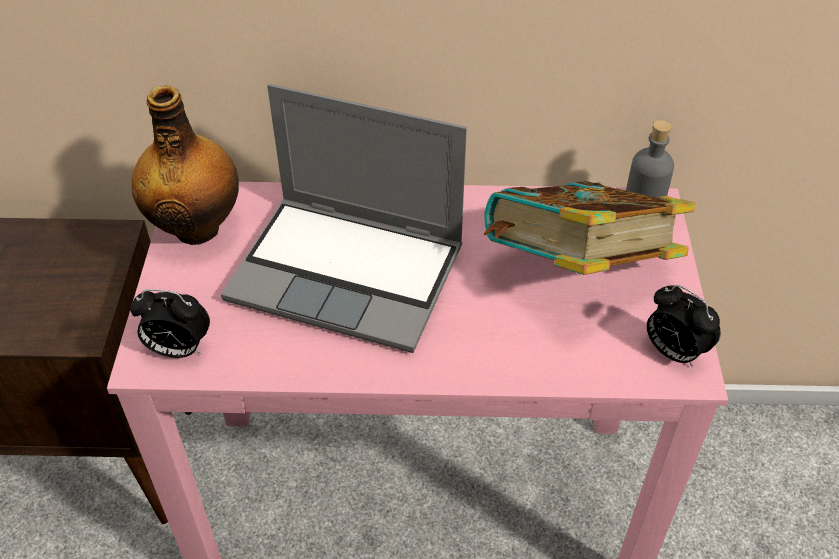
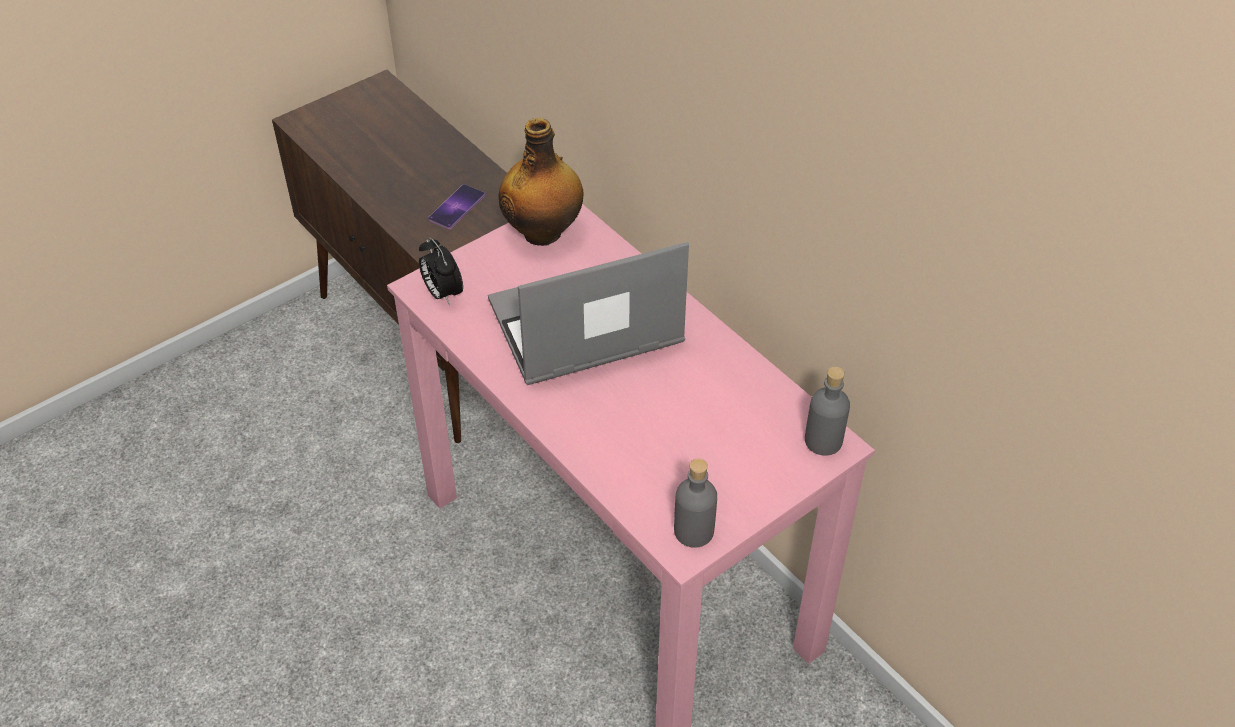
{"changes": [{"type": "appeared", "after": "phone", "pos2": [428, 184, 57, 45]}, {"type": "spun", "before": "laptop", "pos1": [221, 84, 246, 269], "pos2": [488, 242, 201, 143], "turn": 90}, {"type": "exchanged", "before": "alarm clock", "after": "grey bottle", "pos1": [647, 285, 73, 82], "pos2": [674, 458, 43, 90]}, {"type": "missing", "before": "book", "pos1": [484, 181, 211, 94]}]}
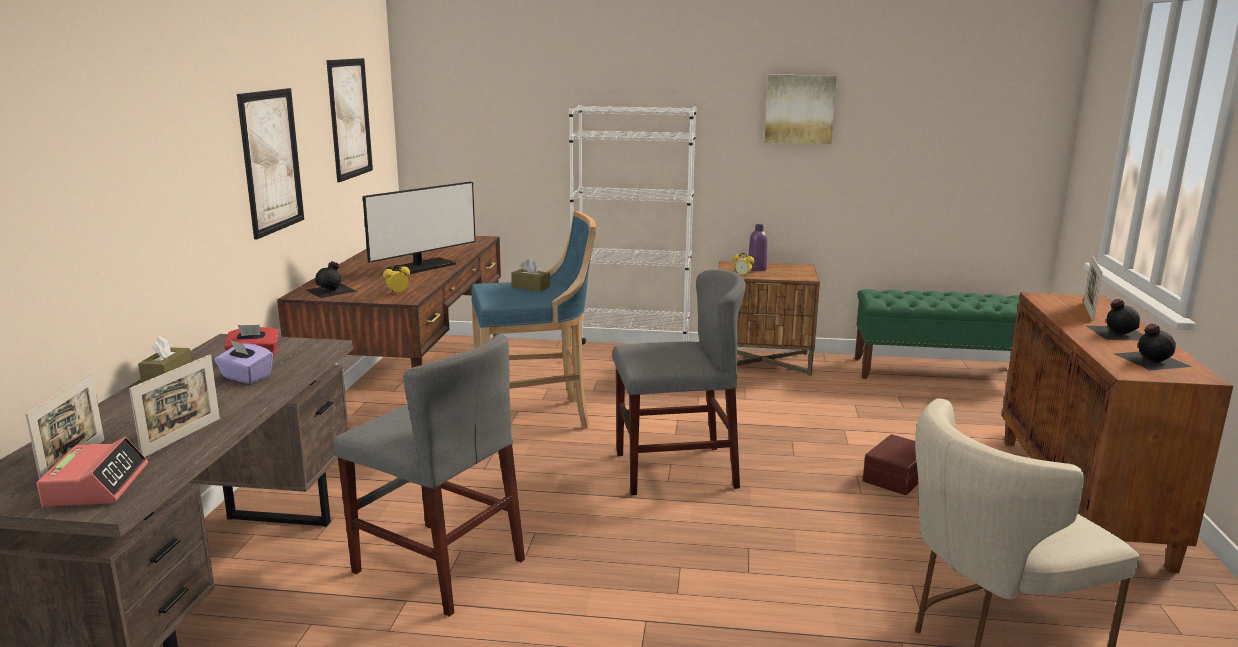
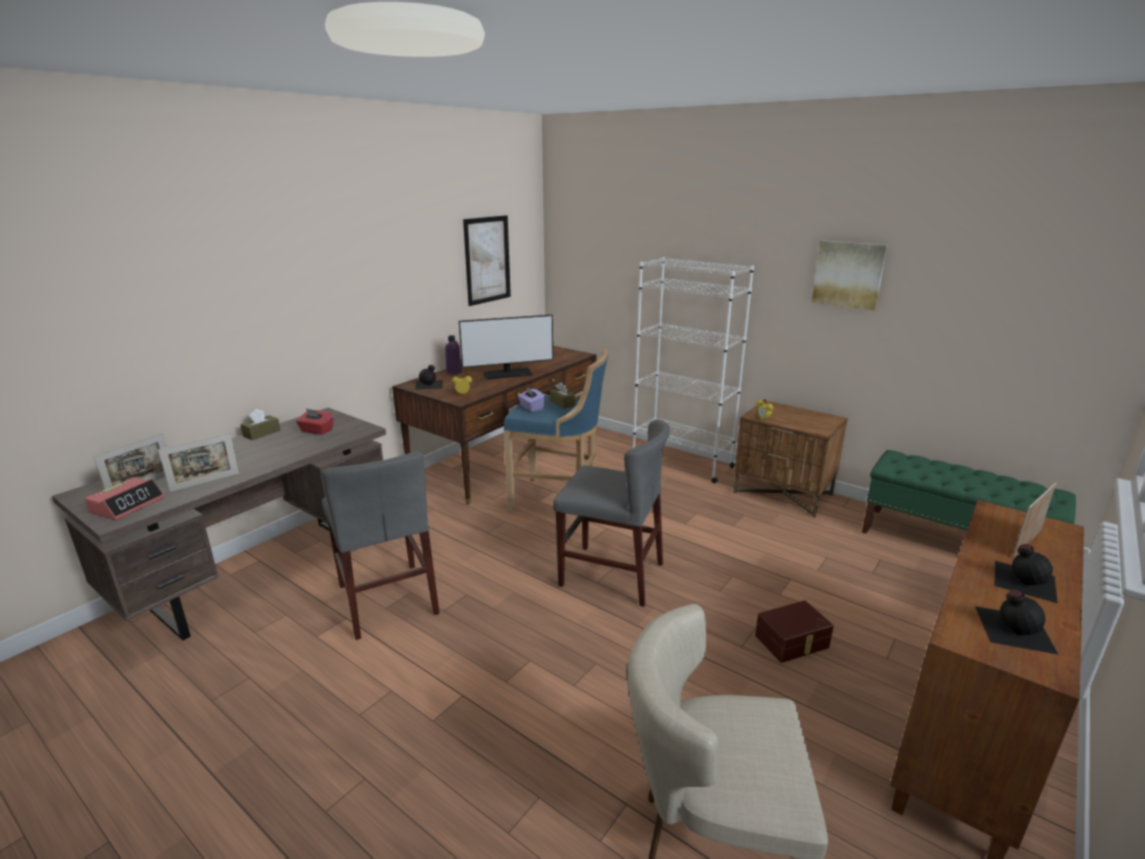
{"changes": [{"type": "relocated", "before": "purple bottle", "pos1": [748, 224, 20, 47], "pos2": [445, 335, 17, 39]}, {"type": "relocated", "before": "purple tissue box", "pos1": [214, 340, 59, 44], "pos2": [518, 386, 27, 26]}, {"type": "missing", "before": "picture", "pos1": [237, 88, 67, 151]}]}
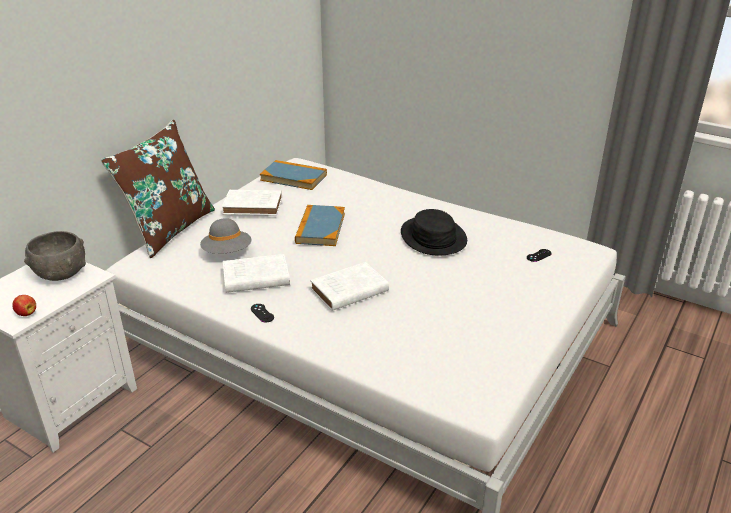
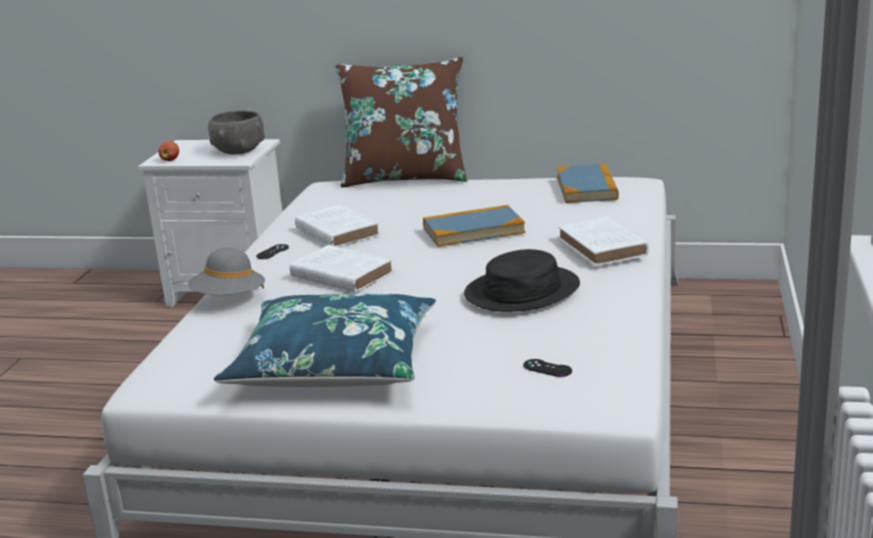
{"changes": [{"type": "relocated", "before": "grey hat", "pos1": [200, 218, 52, 36], "pos2": [188, 248, 77, 47]}, {"type": "appeared", "after": "blue pillow", "pos2": [214, 294, 222, 93]}, {"type": "relocated", "before": "white book", "pos1": [222, 190, 60, 26], "pos2": [558, 217, 91, 49]}]}
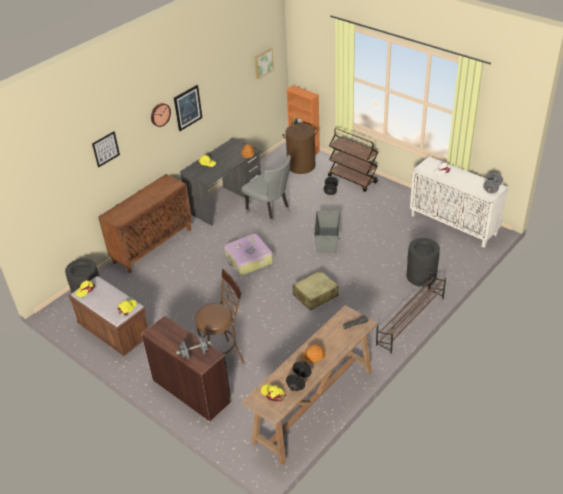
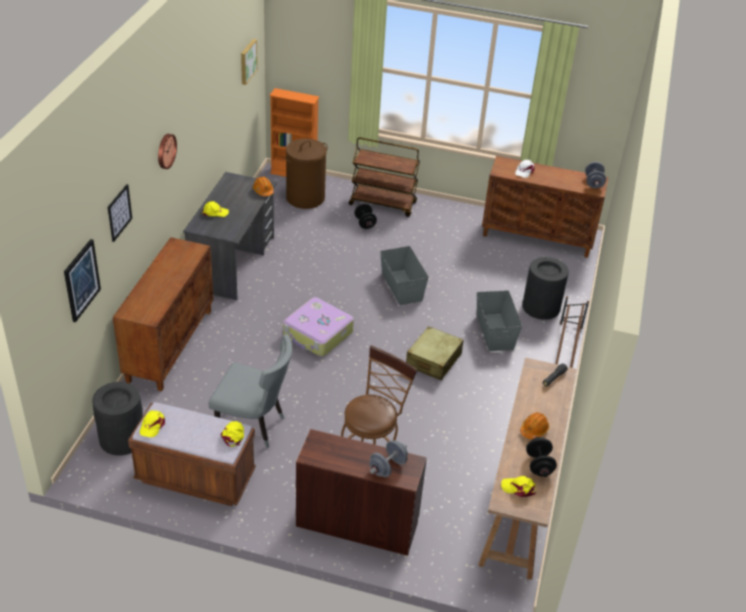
{"changes": [{"type": "relocated", "before": "picture", "pos1": [174, 85, 28, 46], "pos2": [64, 239, 37, 83]}, {"type": "relocated", "before": "grey chair", "pos1": [241, 155, 50, 69], "pos2": [208, 334, 84, 114]}, {"type": "appeared", "after": "grey storage box", "pos2": [476, 290, 46, 61]}, {"type": "colour", "before": "white cabinet", "after": "brown cabinet", "pos1": [410, 157, 98, 91], "pos2": [482, 156, 127, 102]}]}
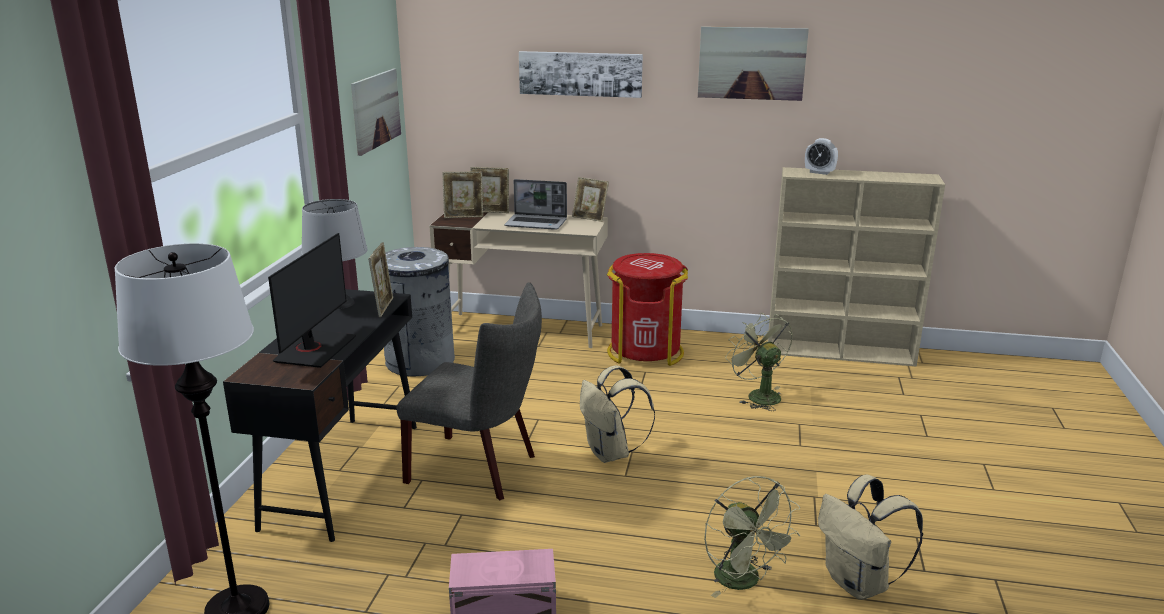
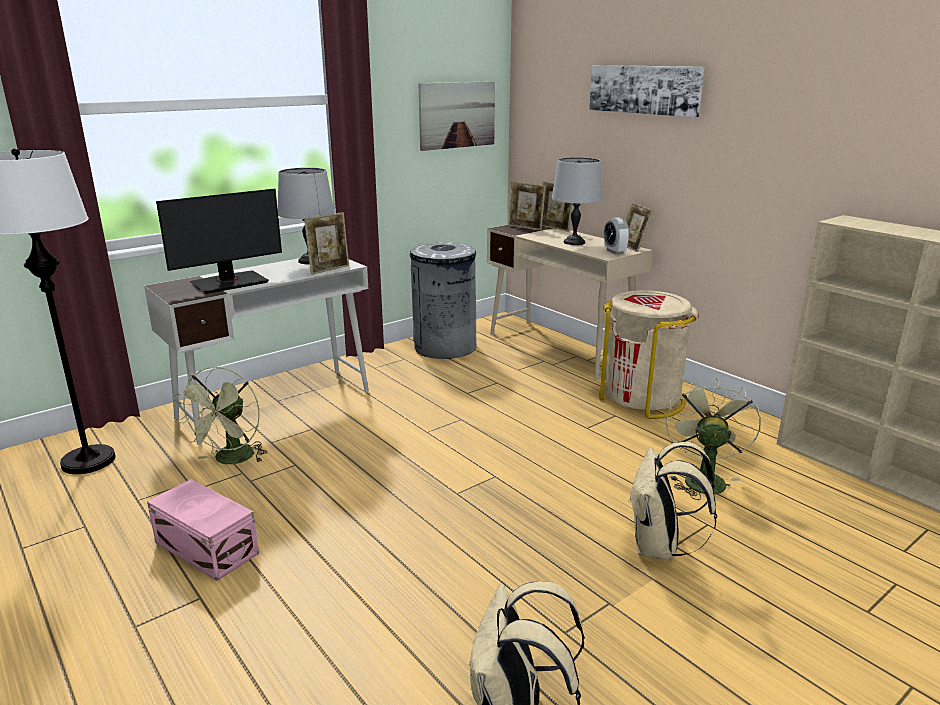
{"changes": [{"type": "colour", "before": "black desk", "after": "white desk", "pos1": [223, 289, 194, 253], "pos2": [144, 258, 225, 187]}, {"type": "relocated", "before": "green fan", "pos1": [704, 476, 96, 122], "pos2": [175, 366, 92, 98]}, {"type": "exchanged", "before": "laptop", "after": "grey table lamp", "pos1": [504, 179, 63, 51], "pos2": [551, 157, 52, 88]}, {"type": "colour", "before": "red trash can", "after": "beige trash can", "pos1": [607, 253, 81, 113], "pos2": [599, 290, 100, 129]}, {"type": "relocated", "before": "alarm clock", "pos1": [805, 138, 33, 37], "pos2": [604, 217, 25, 38]}, {"type": "relocated", "before": "beige backpack", "pos1": [580, 365, 75, 98], "pos2": [628, 442, 89, 119]}, {"type": "missing", "before": "grey chair", "pos1": [396, 282, 146, 218]}, {"type": "missing", "before": "picture", "pos1": [698, 26, 111, 75]}]}
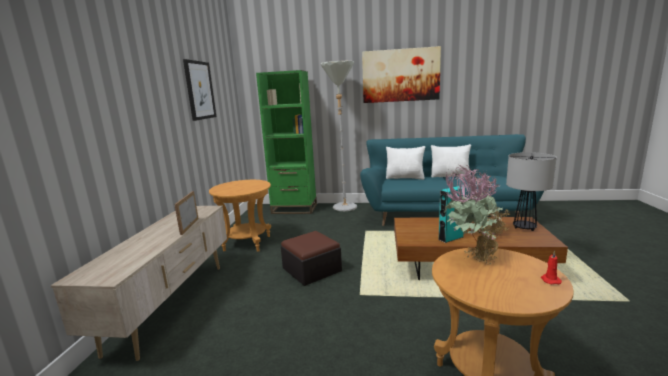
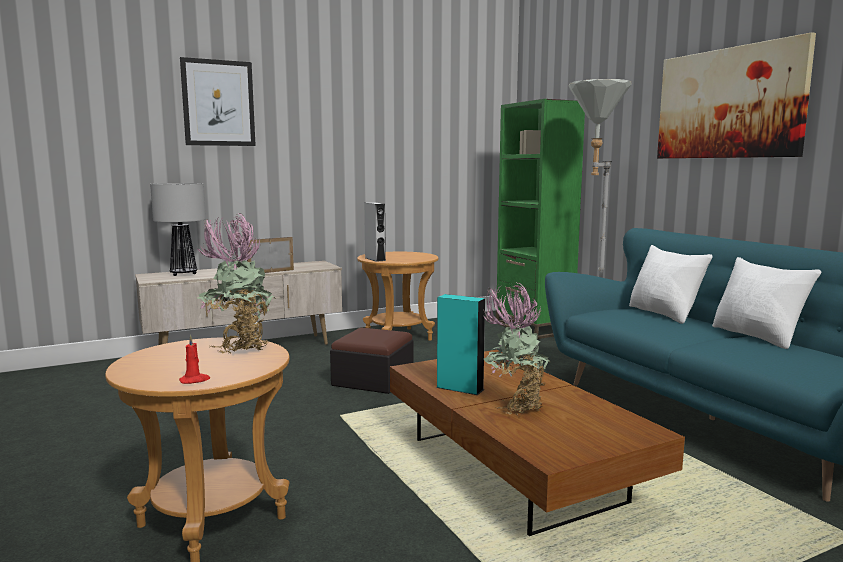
{"changes": [{"type": "relocated", "before": "table lamp", "pos1": [506, 152, 51, 79], "pos2": [150, 183, 56, 93]}, {"type": "relocated", "before": "picture", "pos1": [183, 59, 33, 62], "pos2": [180, 57, 76, 89]}, {"type": "appeared", "after": "grey speaker", "pos2": [364, 202, 22, 60]}]}
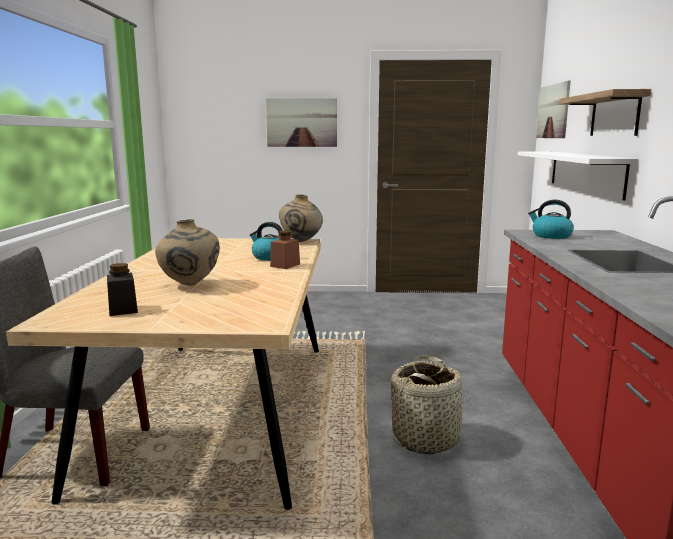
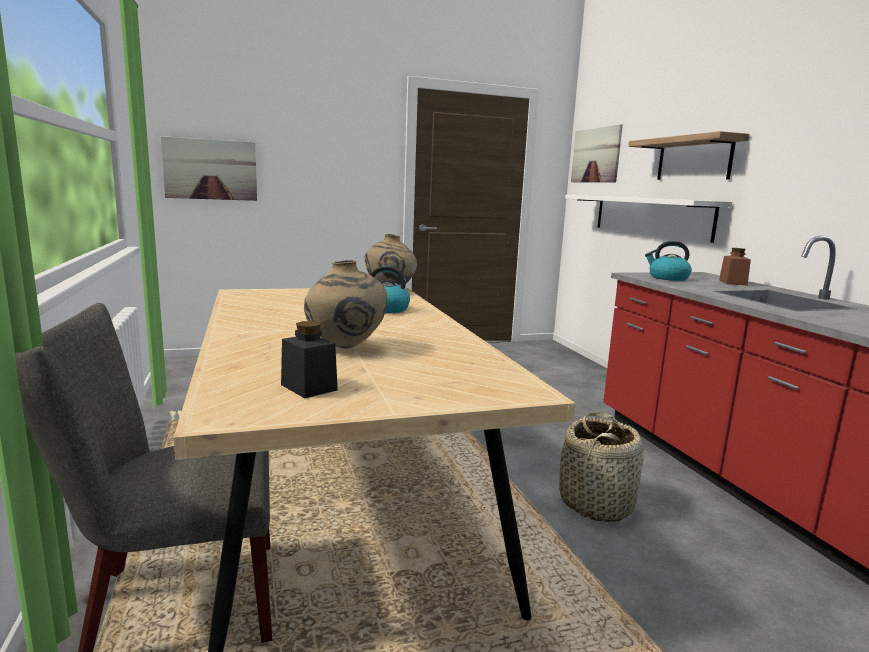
{"changes": [{"type": "relocated", "before": "picture", "pos1": [266, 98, 71, 49], "pos2": [161, 136, 96, 65]}, {"type": "relocated", "before": "brown jar", "pos1": [270, 231, 30, 38], "pos2": [719, 248, 32, 38]}]}
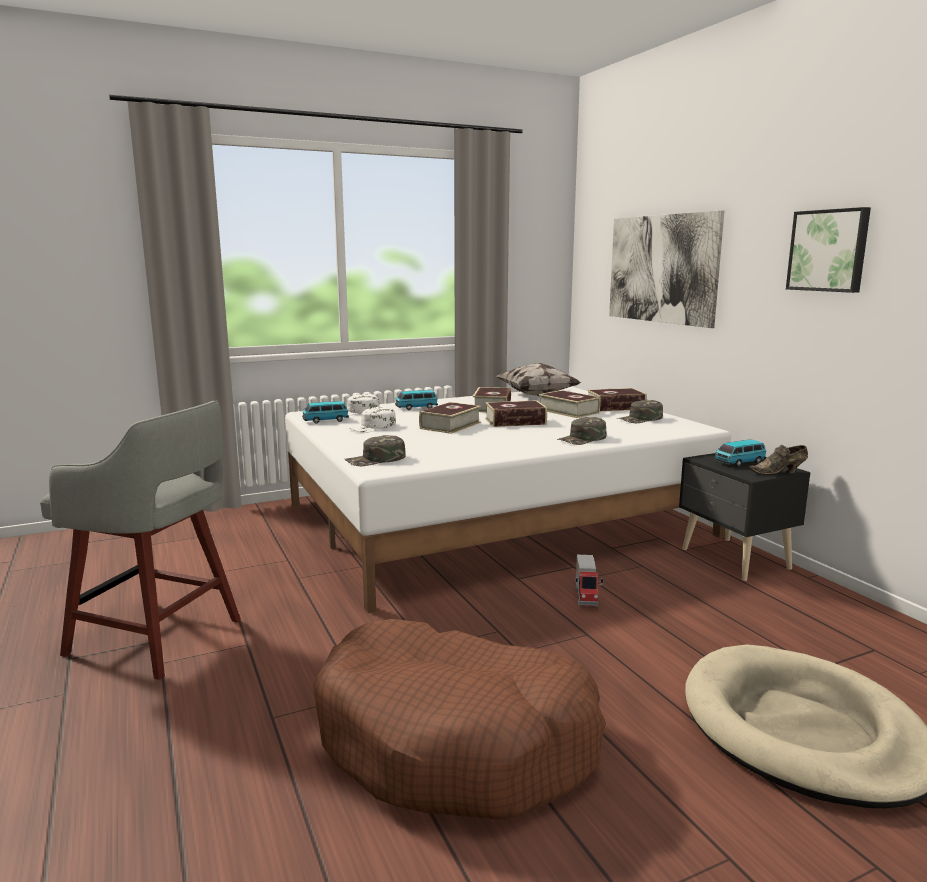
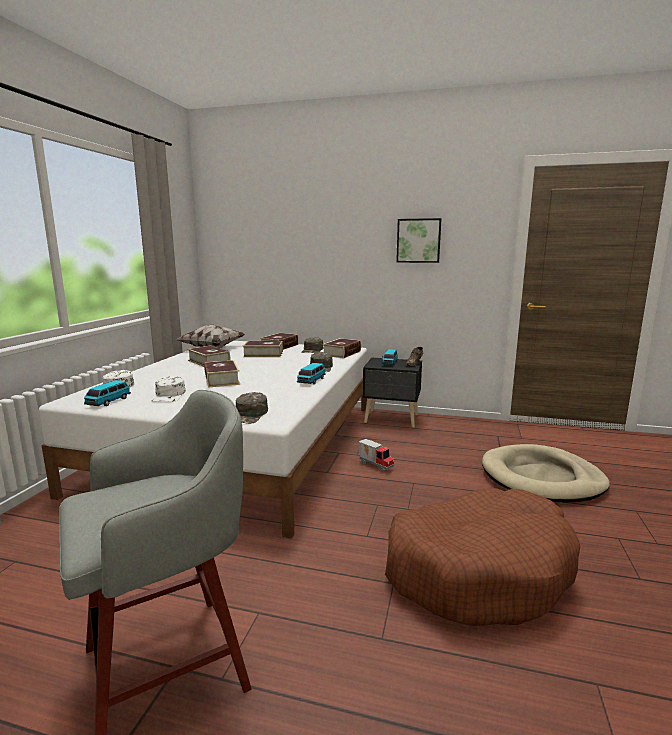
{"changes": [{"type": "relocated", "before": "toy car", "pos1": [395, 390, 43, 20], "pos2": [297, 363, 29, 21]}, {"type": "relocated", "before": "book", "pos1": [485, 400, 62, 27], "pos2": [322, 338, 39, 20]}, {"type": "missing", "before": "picture", "pos1": [609, 210, 115, 118]}]}
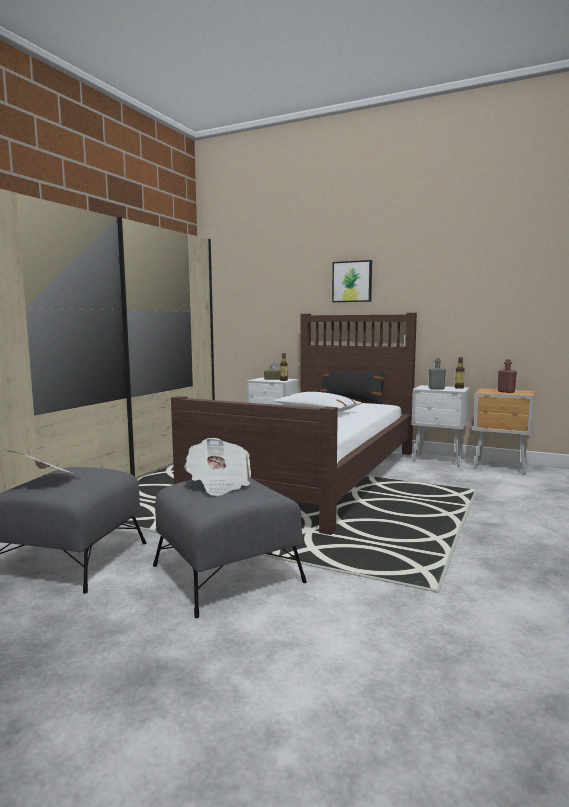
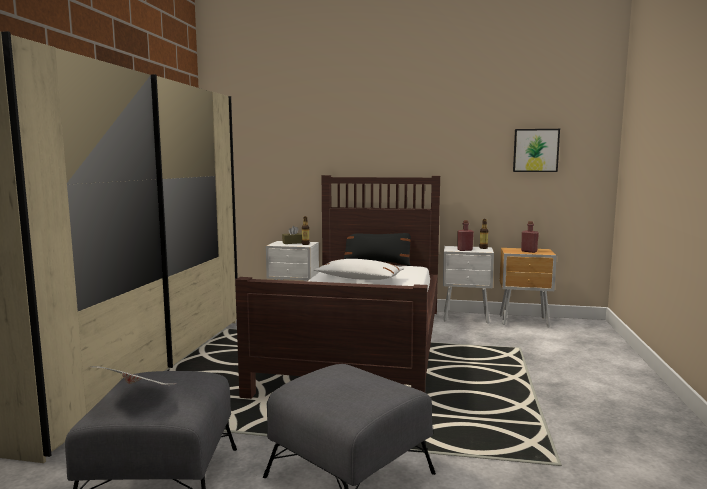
{"changes": [{"type": "colour", "before": "grey bottle", "after": "red bottle", "pos1": [429, 358, 17, 31], "pos2": [457, 220, 17, 31]}, {"type": "relocated", "before": "picture", "pos1": [332, 260, 40, 42], "pos2": [513, 129, 47, 43]}, {"type": "missing", "before": "newspaper", "pos1": [184, 438, 67, 58]}]}
